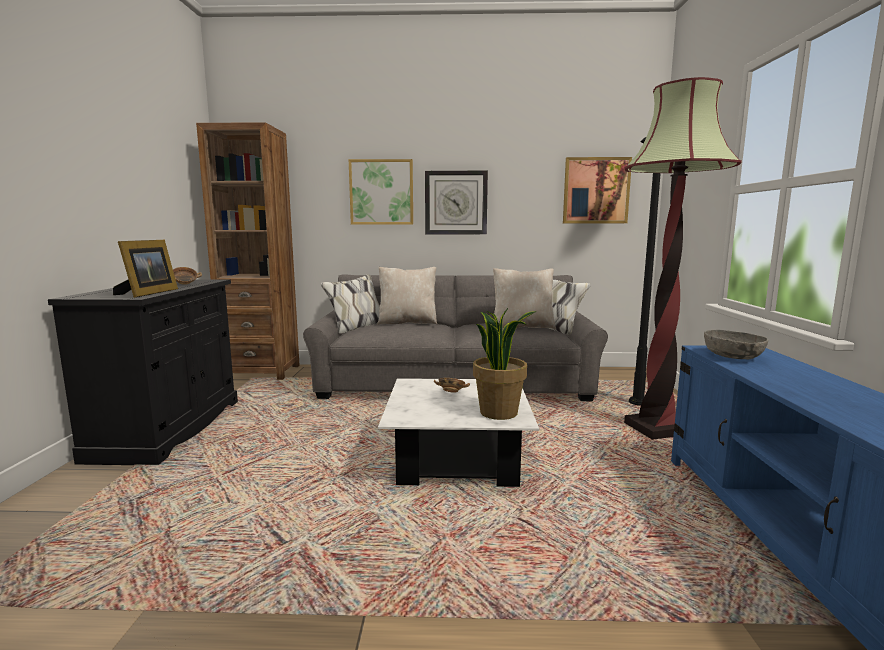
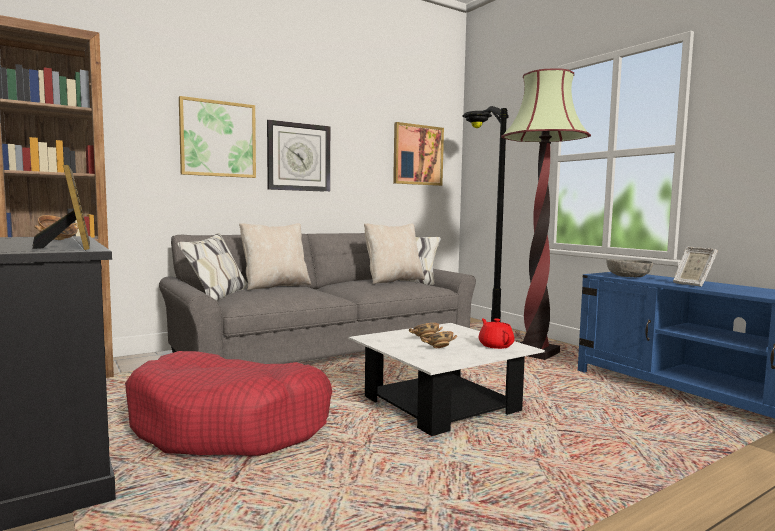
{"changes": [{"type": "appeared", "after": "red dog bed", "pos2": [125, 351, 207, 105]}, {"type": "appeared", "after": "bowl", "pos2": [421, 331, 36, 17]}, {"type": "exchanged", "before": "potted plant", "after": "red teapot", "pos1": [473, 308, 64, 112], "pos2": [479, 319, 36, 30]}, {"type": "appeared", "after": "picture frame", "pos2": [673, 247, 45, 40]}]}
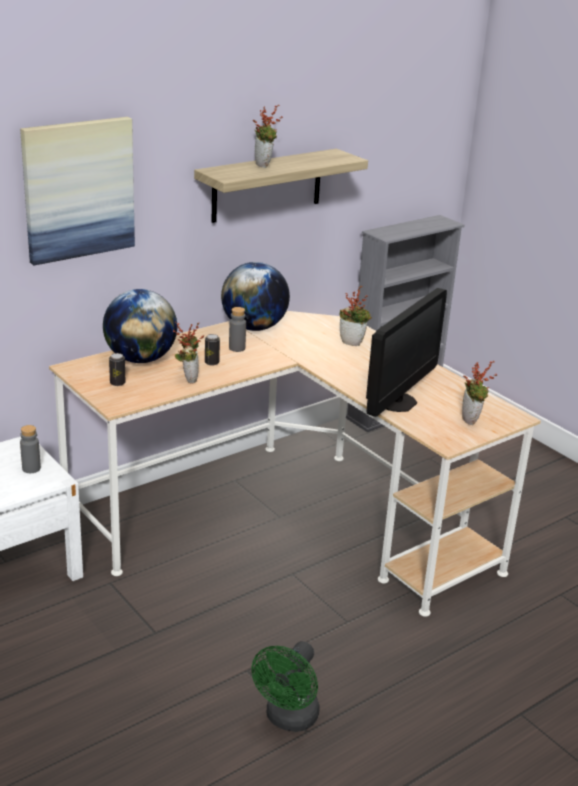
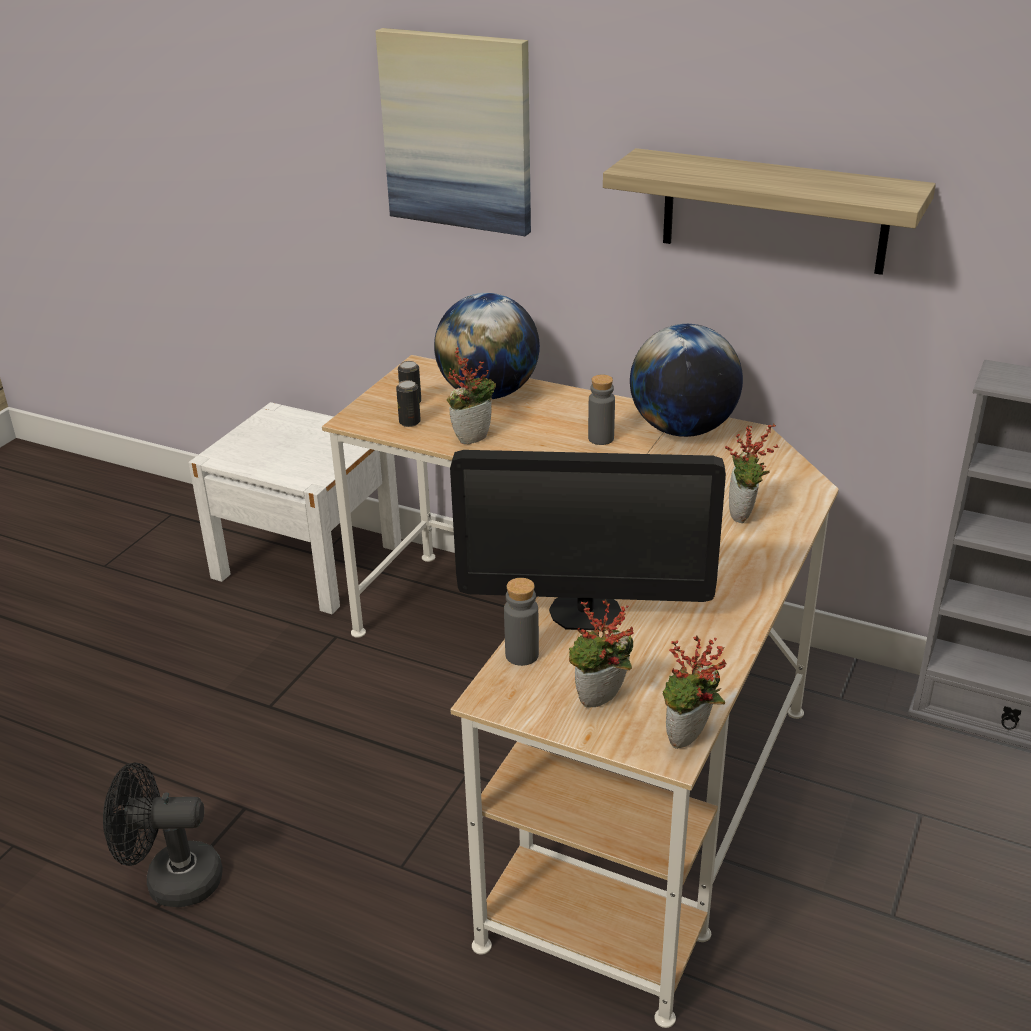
{"changes": [{"type": "colour", "before": "green fan", "after": "black fan", "pos1": [251, 641, 68, 91], "pos2": [103, 762, 120, 145]}, {"type": "relocated", "before": "can", "pos1": [205, 334, 15, 32], "pos2": [396, 380, 25, 47]}, {"type": "relocated", "before": "grey bottle", "pos1": [20, 425, 21, 48], "pos2": [504, 578, 35, 88]}, {"type": "relocated", "before": "potted plant", "pos1": [253, 105, 30, 63], "pos2": [662, 635, 64, 114]}]}
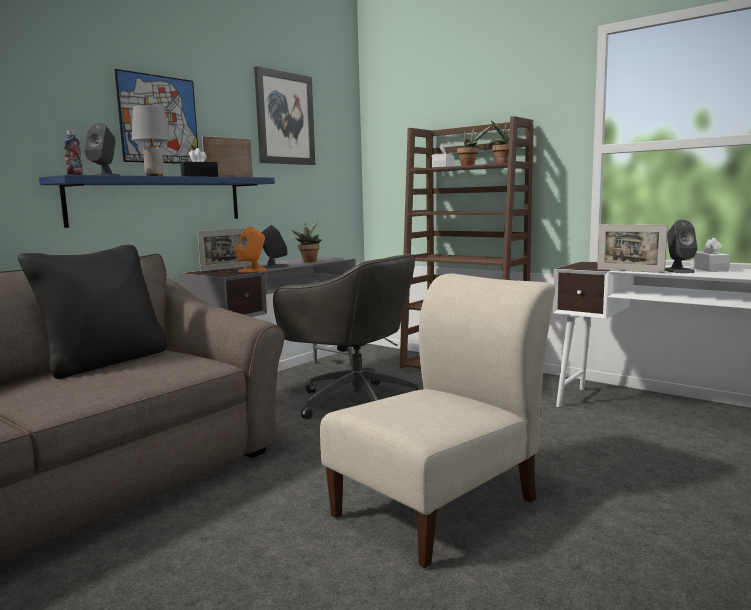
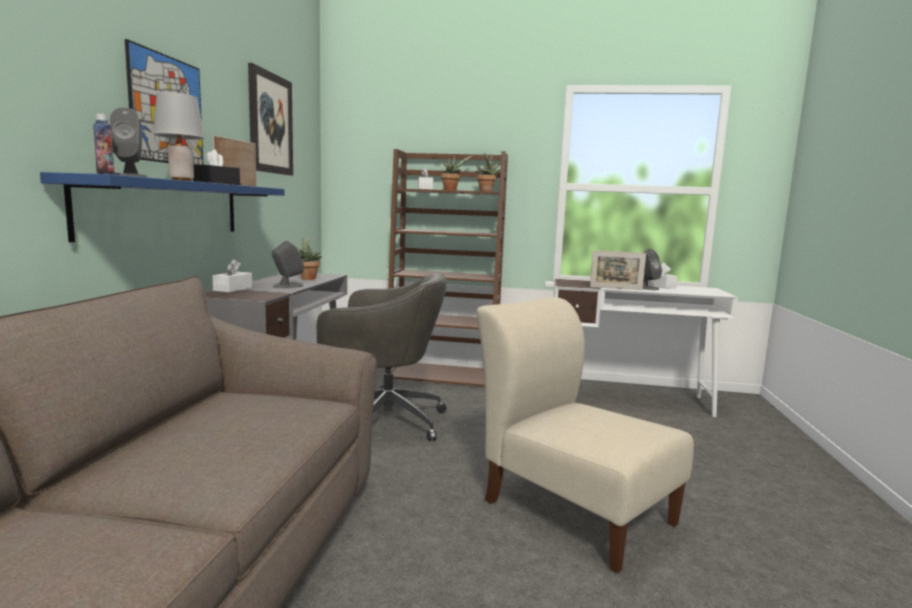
{"changes": [{"type": "exchanged", "before": "picture frame", "after": "white tissue box", "pos1": [197, 228, 52, 44], "pos2": [213, 259, 39, 34]}, {"type": "spun", "before": "beige chair", "pos1": [320, 274, 235, 294], "pos2": [476, 297, 218, 276], "turn": -60}, {"type": "missing", "before": "black pillow", "pos1": [18, 245, 149, 134]}, {"type": "missing", "before": "orange speaker", "pos1": [236, 226, 31, 46]}]}
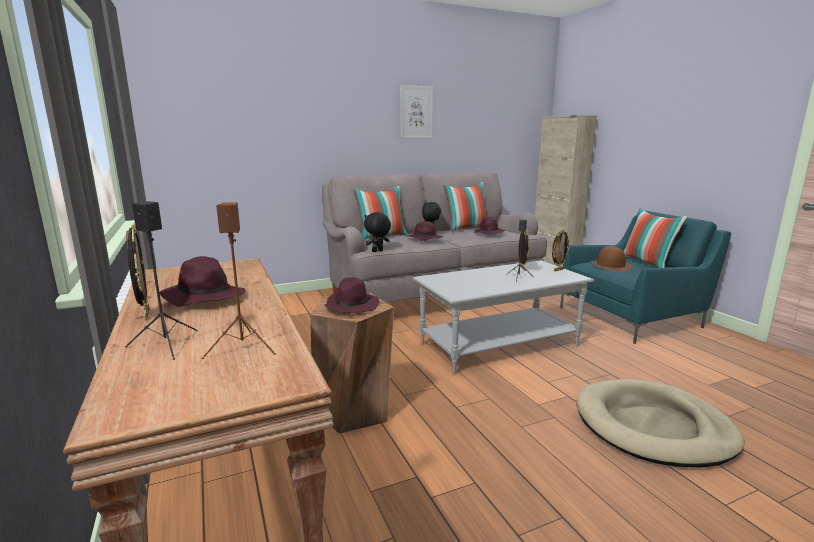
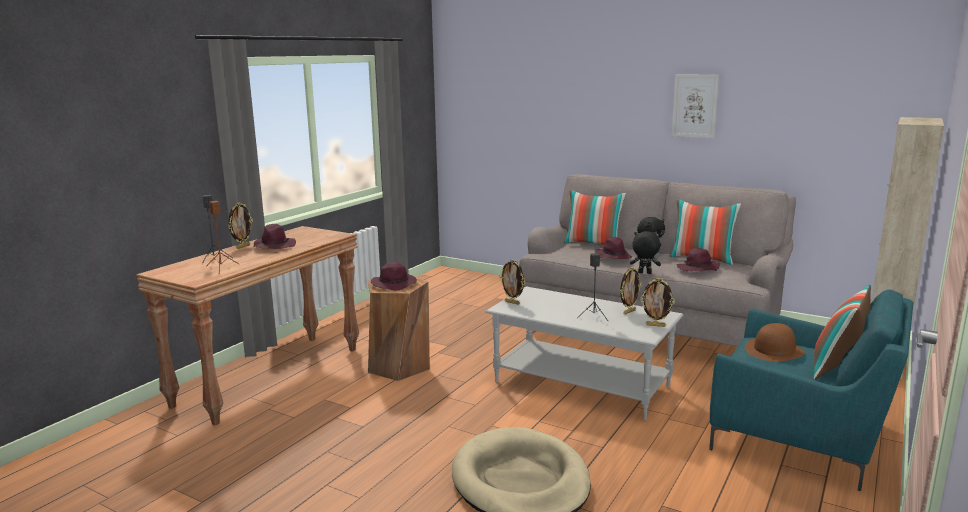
{"changes": [{"type": "appeared", "after": "picture frame", "pos2": [500, 259, 25, 46]}, {"type": "relocated", "before": "black plush toy", "pos1": [364, 212, 27, 40], "pos2": [630, 231, 31, 43]}]}
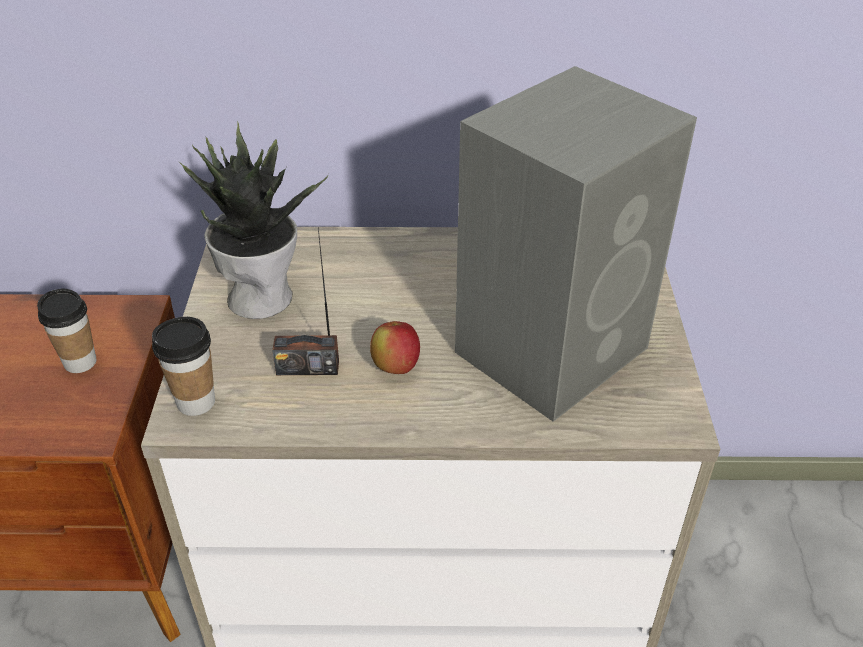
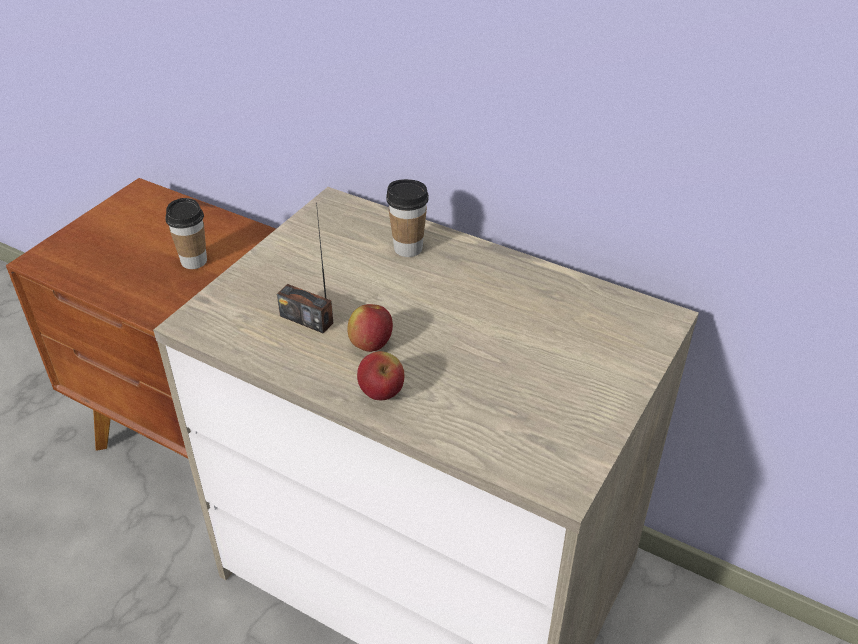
{"changes": [{"type": "appeared", "after": "apple", "pos2": [357, 351, 47, 49]}, {"type": "relocated", "before": "cup", "pos1": [152, 317, 63, 99], "pos2": [386, 179, 43, 78]}, {"type": "missing", "before": "potted plant", "pos1": [179, 121, 150, 198]}, {"type": "missing", "before": "grey speaker", "pos1": [455, 66, 242, 356]}]}
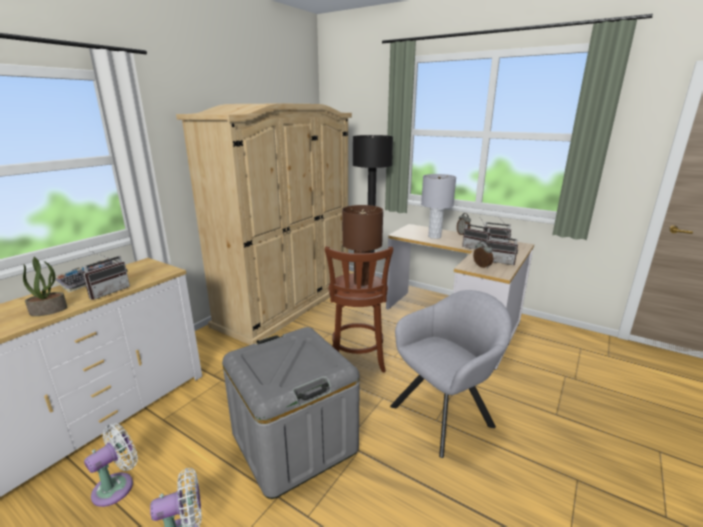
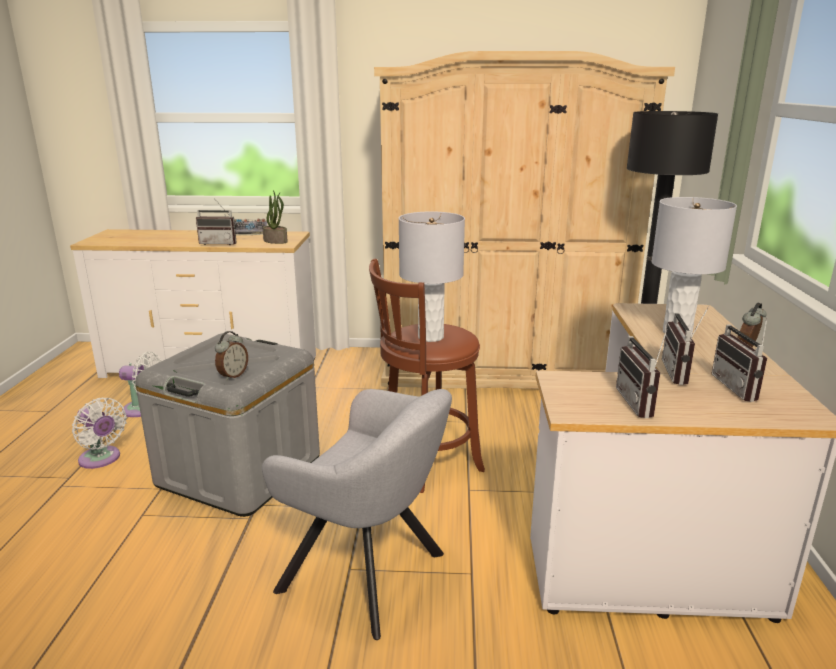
{"changes": [{"type": "relocated", "before": "alarm clock", "pos1": [473, 241, 20, 28], "pos2": [215, 331, 33, 50]}, {"type": "relocated", "before": "potted plant", "pos1": [23, 257, 44, 59], "pos2": [262, 190, 26, 54]}, {"type": "colour", "before": "brown table lamp", "after": "grey table lamp", "pos1": [342, 205, 41, 81], "pos2": [399, 212, 66, 130]}]}
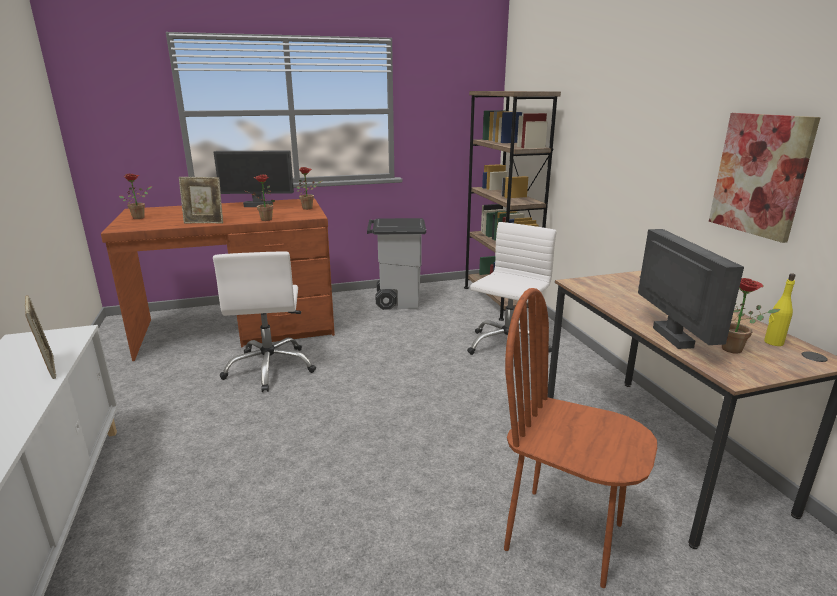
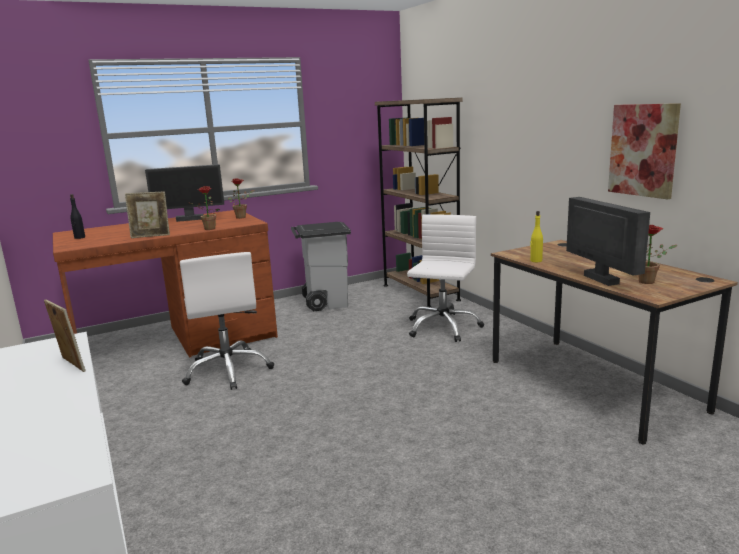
{"changes": [{"type": "exchanged", "before": "potted plant", "after": "black bottle", "pos1": [119, 174, 33, 45], "pos2": [70, 194, 15, 45]}, {"type": "relocated", "before": "yellow bottle", "pos1": [764, 273, 32, 73], "pos2": [530, 211, 13, 51]}, {"type": "missing", "before": "brown chair", "pos1": [504, 288, 153, 300]}]}
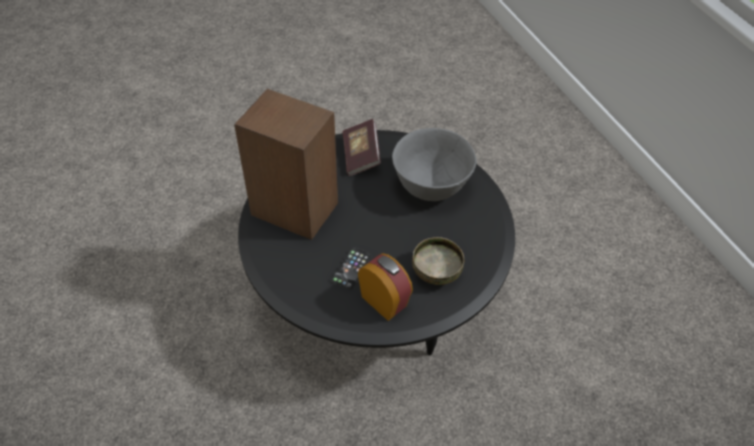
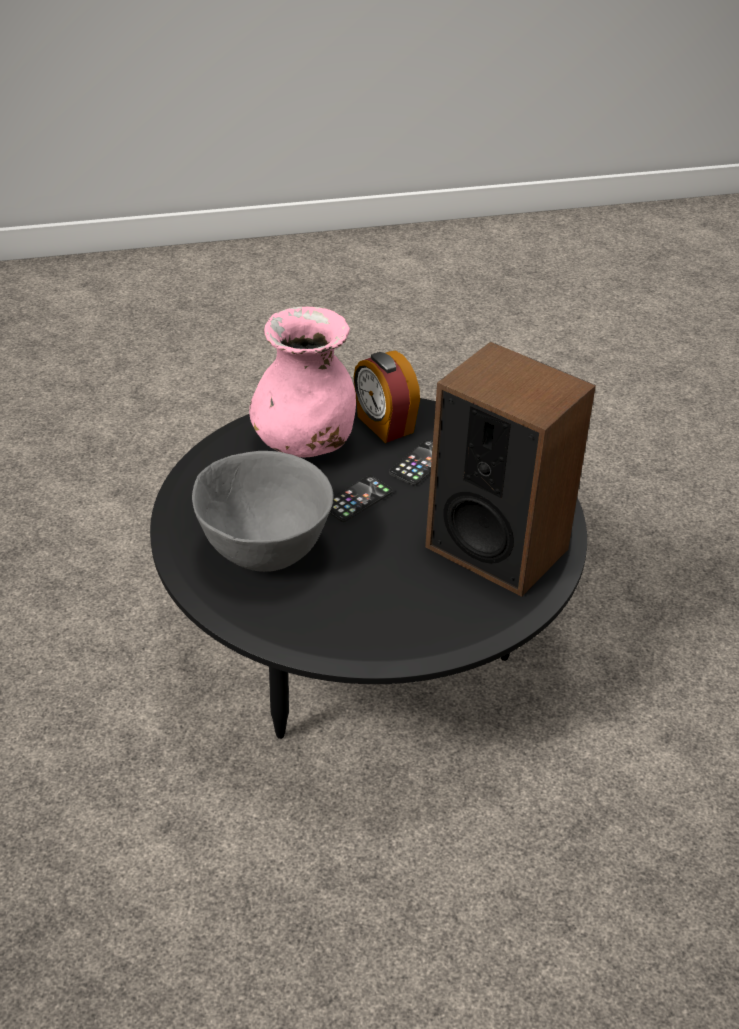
{"changes": [{"type": "exchanged", "before": "bowl", "after": "pink vase", "pos1": [412, 237, 52, 48], "pos2": [249, 307, 107, 150]}, {"type": "appeared", "after": "phone", "pos2": [329, 475, 64, 47]}, {"type": "missing", "before": "book", "pos1": [342, 119, 39, 57]}]}
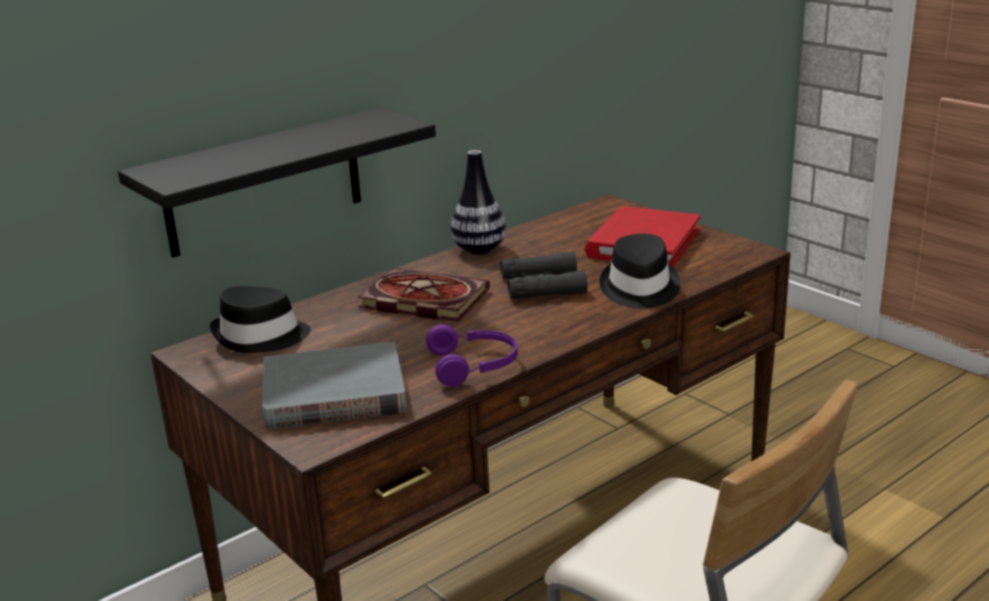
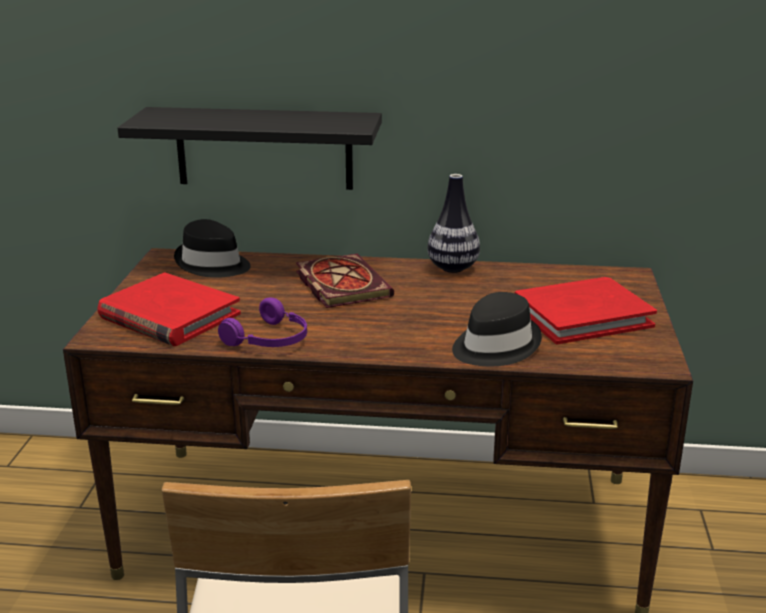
{"changes": [{"type": "colour", "before": "grey book", "after": "red book", "pos1": [262, 342, 145, 88], "pos2": [97, 273, 144, 73]}, {"type": "missing", "before": "black binoculars", "pos1": [500, 252, 87, 47]}]}
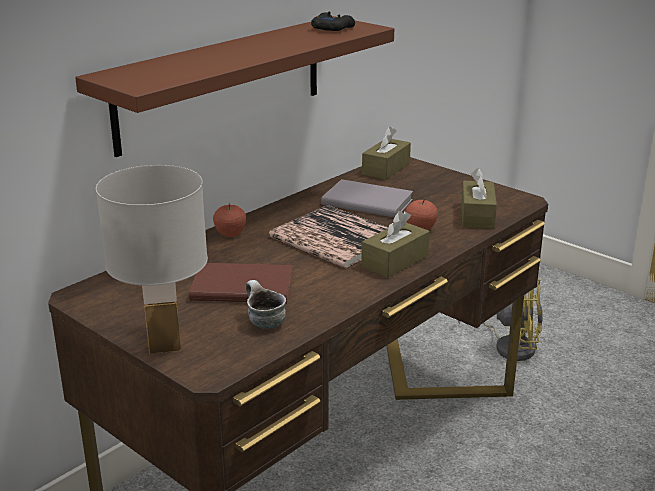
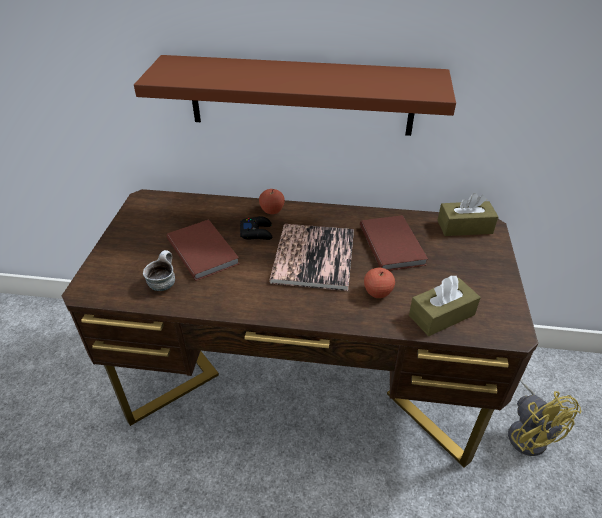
{"changes": [{"type": "relocated", "before": "black game controller", "pos1": [311, 12, 44, 19], "pos2": [240, 216, 32, 24]}, {"type": "colour", "before": "grey book", "after": "brown book", "pos1": [321, 179, 92, 38], "pos2": [360, 215, 68, 56]}, {"type": "missing", "before": "white table lamp", "pos1": [96, 165, 112, 189]}, {"type": "missing", "before": "brown tissue box", "pos1": [361, 211, 69, 67]}]}
